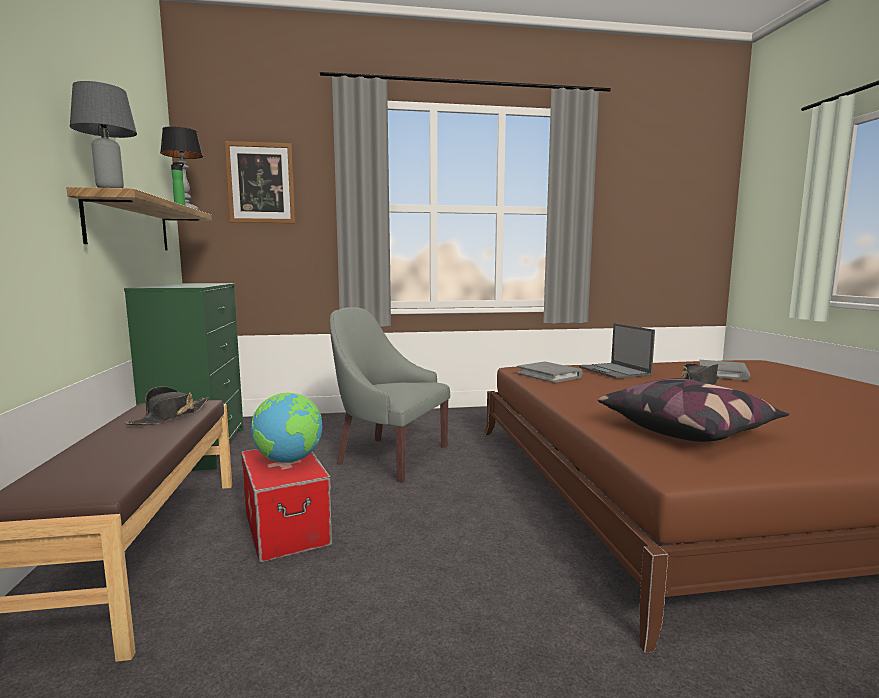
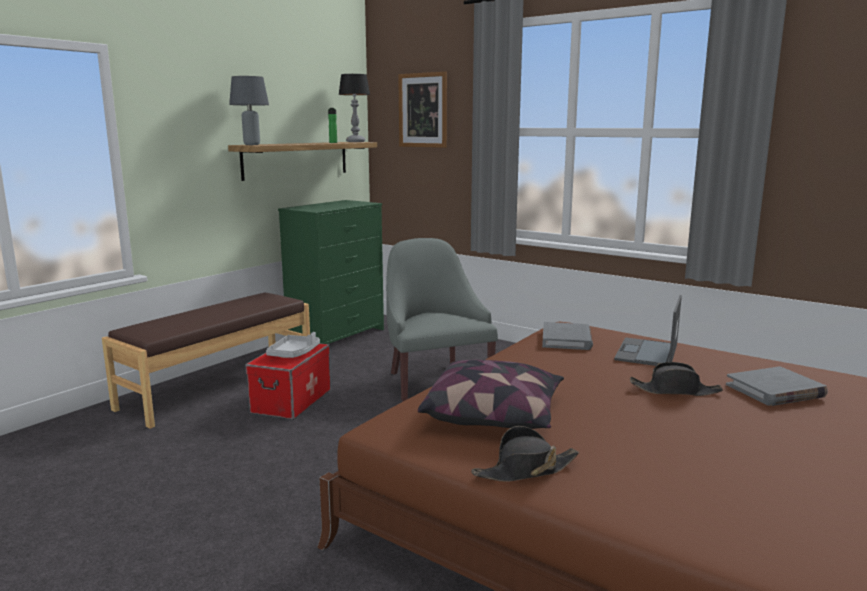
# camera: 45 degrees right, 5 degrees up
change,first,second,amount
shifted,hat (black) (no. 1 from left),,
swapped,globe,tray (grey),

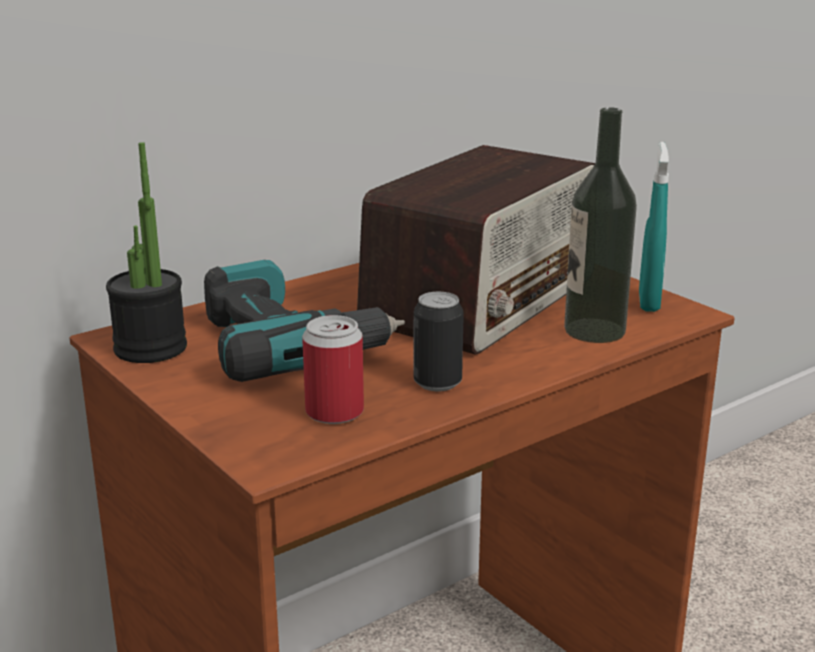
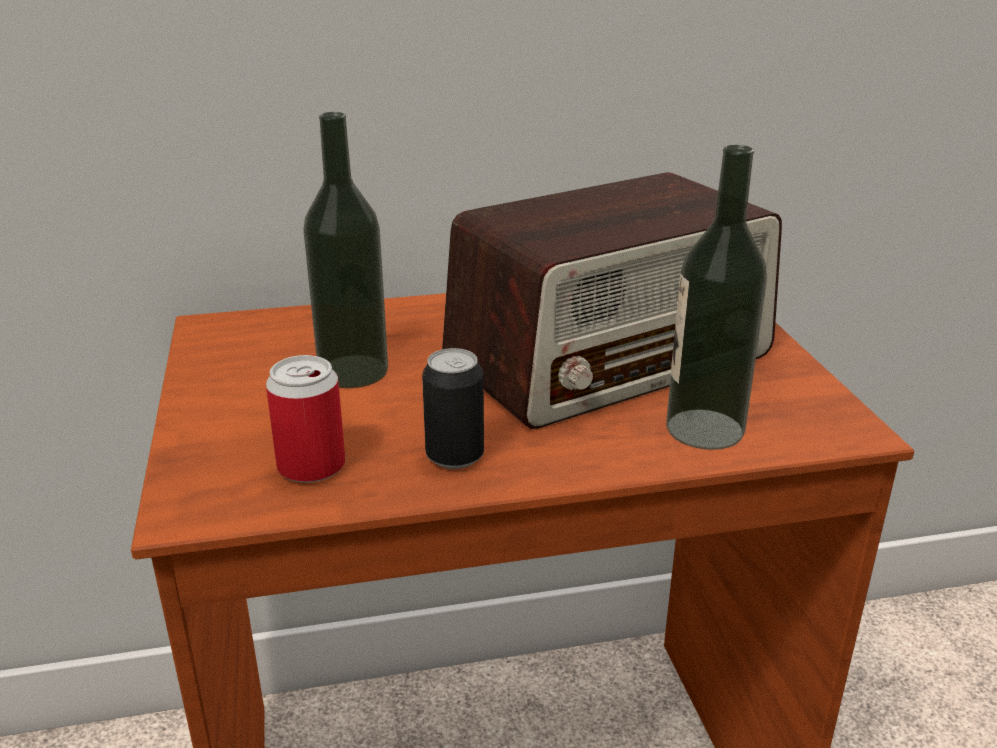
# camera: 25 degrees right, 5 degrees up
change,first,second,amount
gone,potted plant,,
gone,spray bottle (turquoise),,
swapped,power drill,bottle (no. 1 from left),

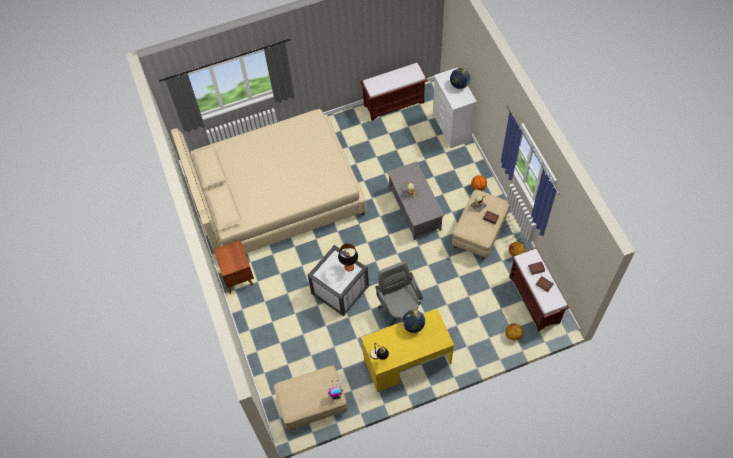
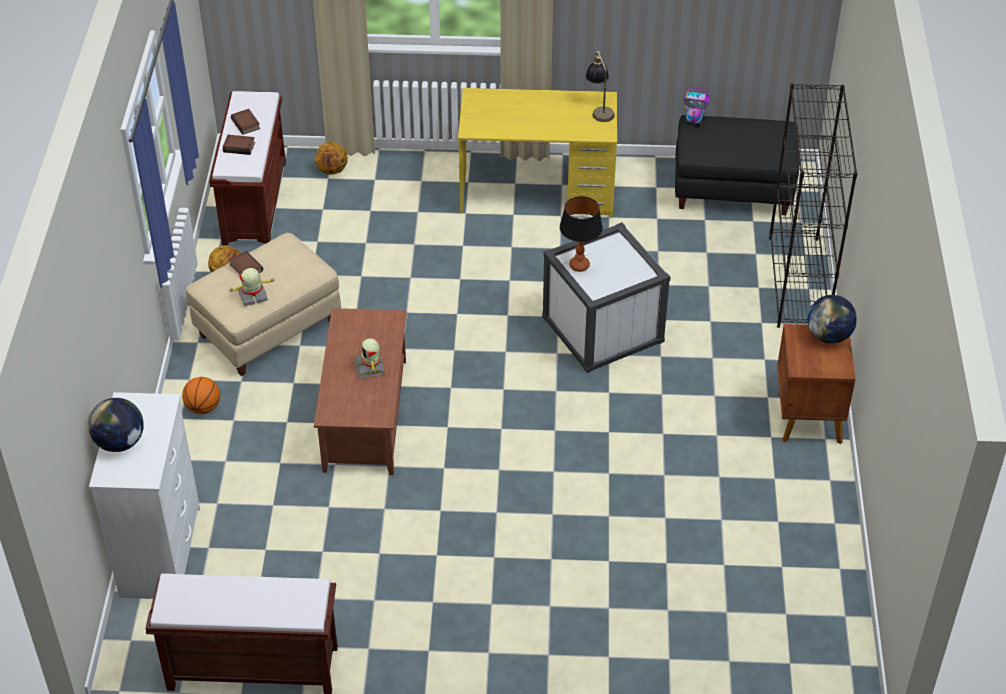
# camera: 160 degrees left, 15 degrees down
change,first,second,amount
gone,bed (beige),,
gone,office chair (grey),,
new,,bookcase (black),
shifted,globe (no. 1 from left in the first image),globe (no. 2 from left),
repainted,ottoman (beige) (no. 1 from left),ottoman (black),
repainted,coffee table (grey),coffee table (brown),

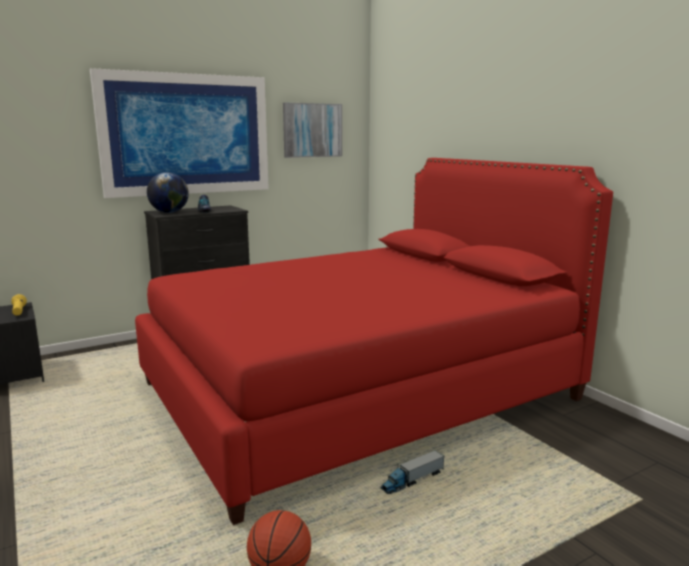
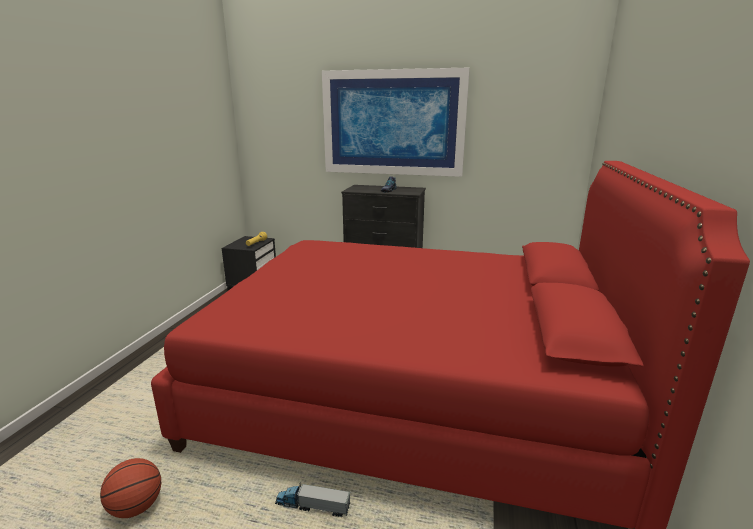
# camera: 45 degrees right, 5 degrees up
change,first,second,amount
gone,globe,,
gone,picture (no. 2 from left),,

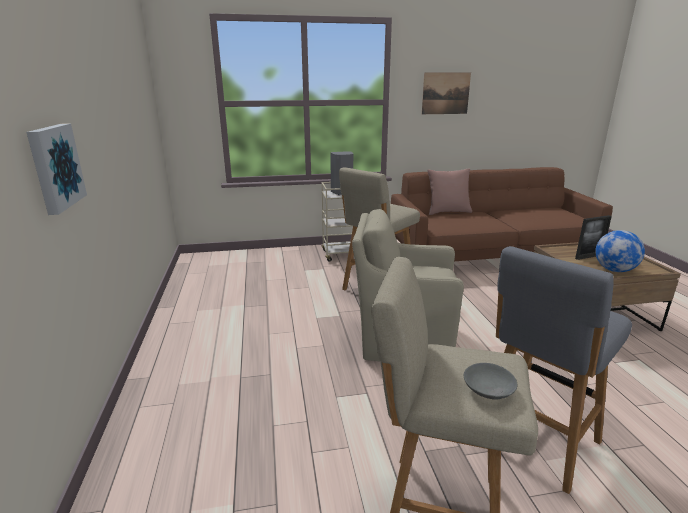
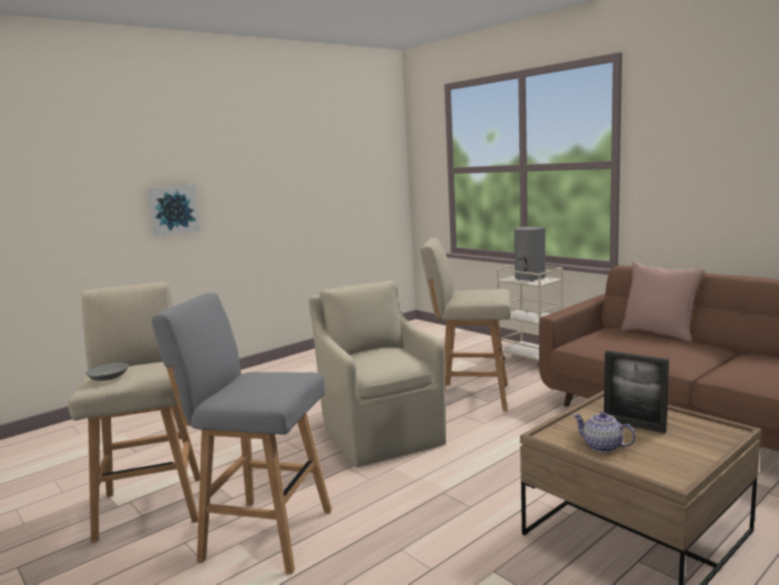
# camera: 60 degrees right, 10 degrees down
change,first,second,amount
gone,picture (no. 2 from left),,
swapped,globe,teapot,

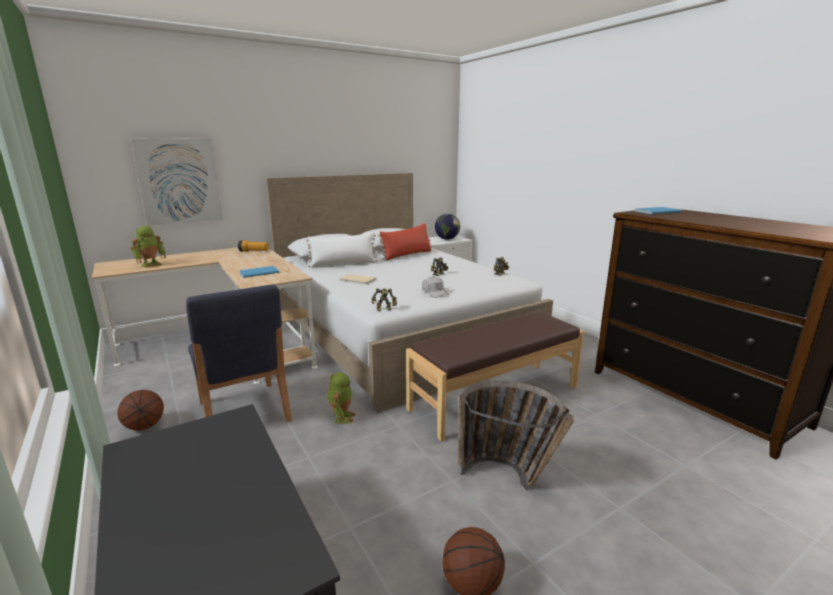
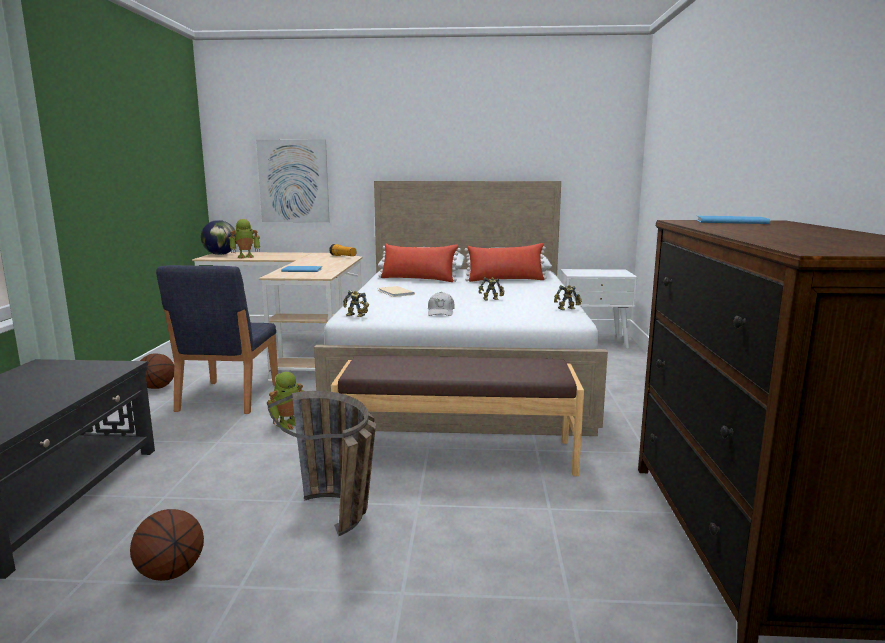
# camera: 35 degrees right, 5 degrees down
change,first,second,amount
shifted,globe,,
repainted,pillow (white),pillow (red) (no. 1 from left),

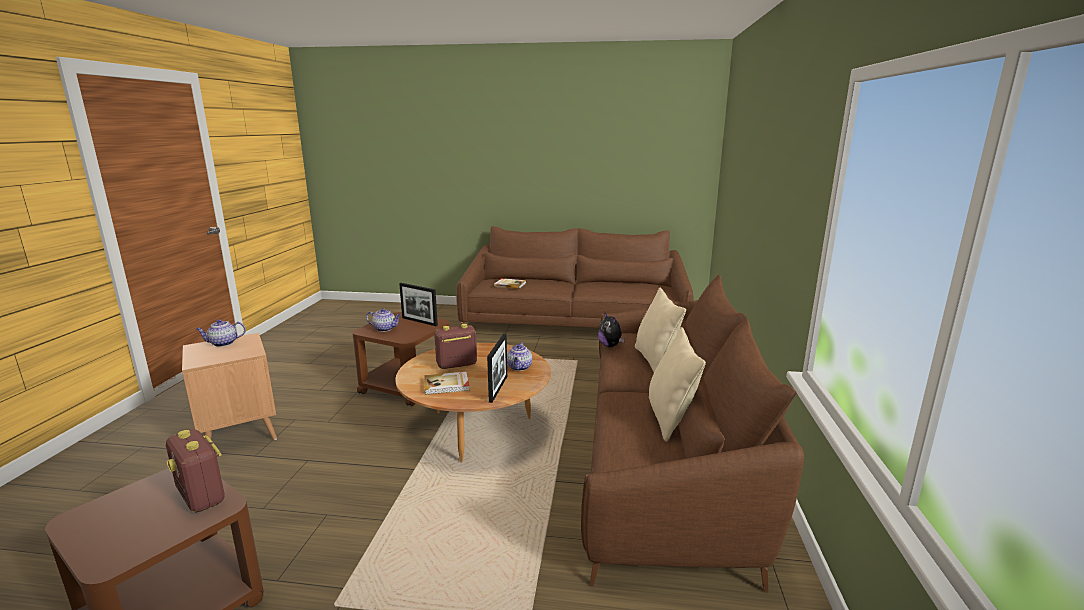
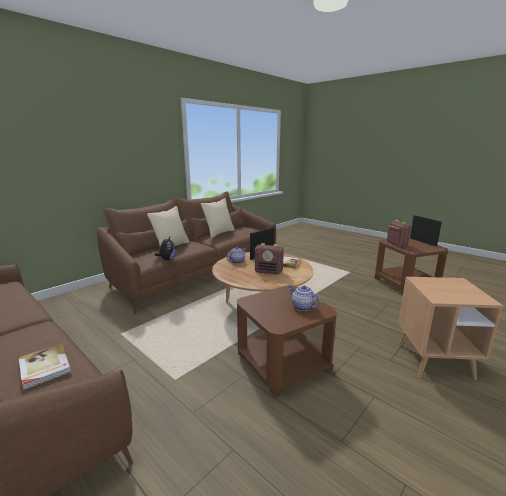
# camera: 145 degrees left, 0 degrees up
change,first,second,amount
gone,teapot (no. 1 from left),,
shifted,picture frame (no. 1 from left in the first image),picture frame (no. 2 from left),

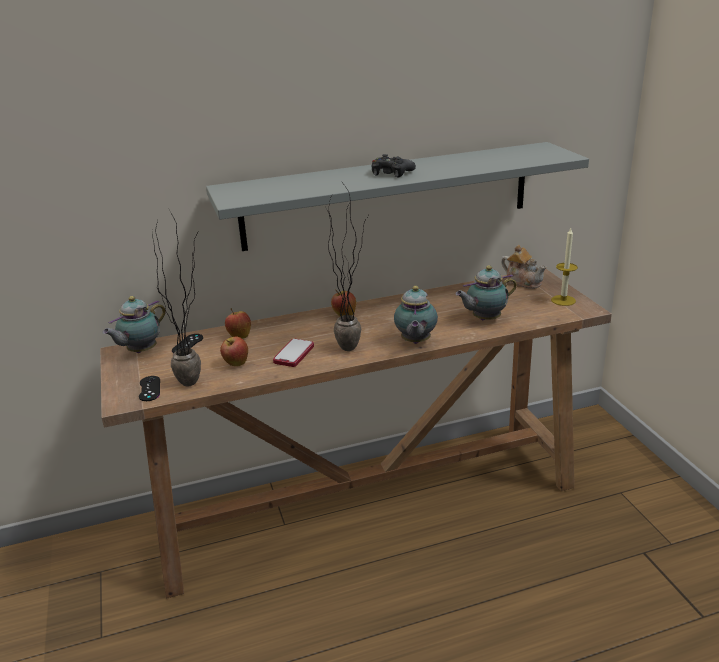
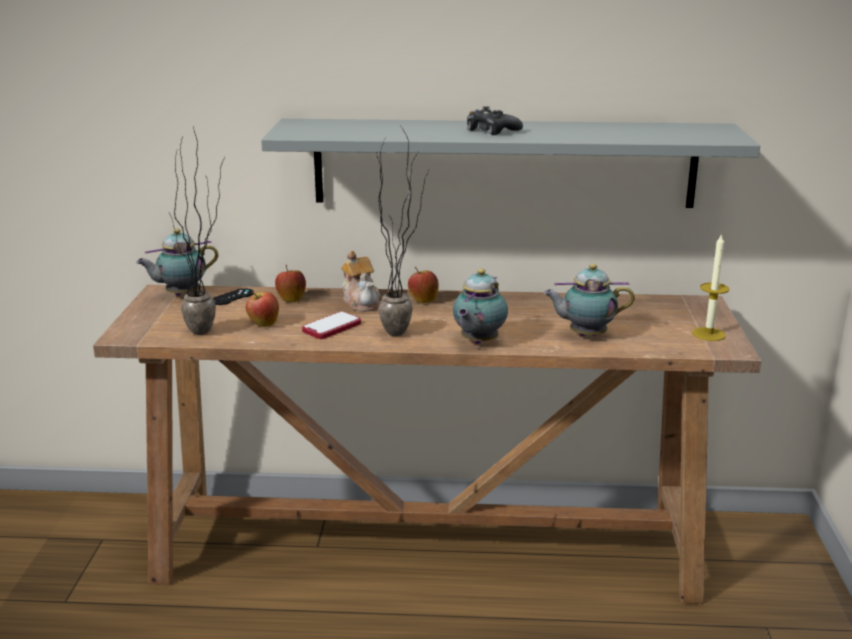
# camera: 20 degrees right, 5 degrees down
change,first,second,amount
gone,game controller (black) (no. 1 from left),,
shifted,teapot (no. 4 from left in the first image),teapot (no. 2 from left),

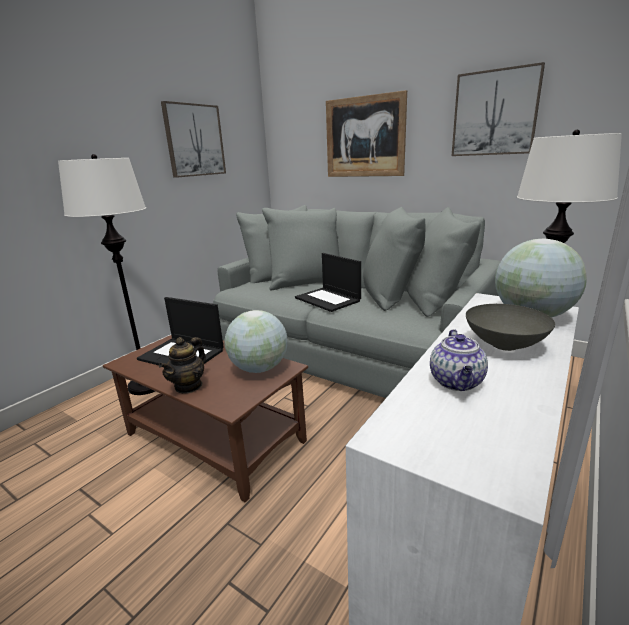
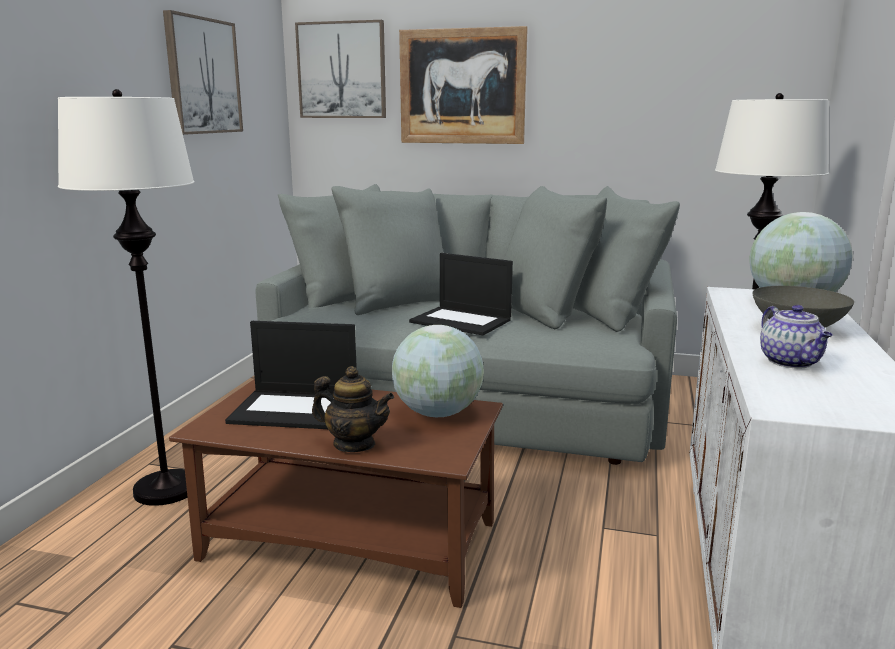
# camera: 20 degrees left, 5 degrees down
change,first,second,amount
shifted,picture (no. 3 from left in the first image),picture (no. 2 from left),
rotated,teapot (no. 1 from left),,75 degrees counterclockwise

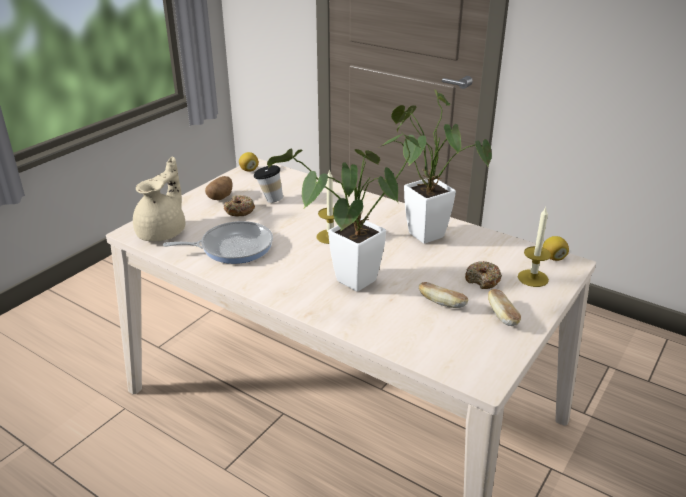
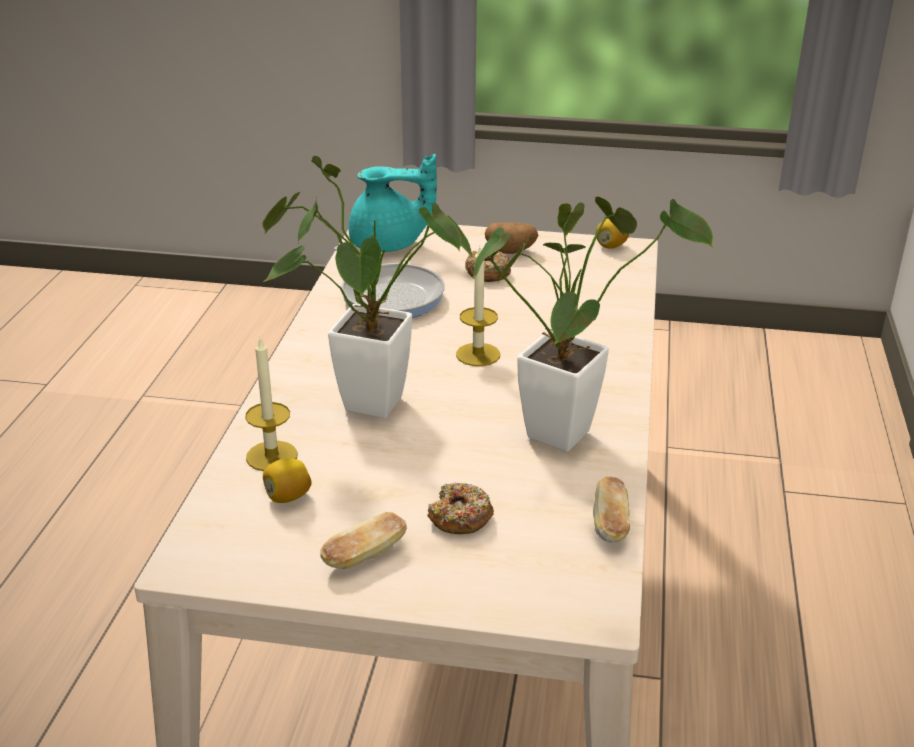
# camera: 65 degrees right, 0 degrees up
change,first,second,amount
gone,cup,,
shifted,bread (no. 1 from left in the first image),bread (no. 2 from left),
shifted,candle (no. 2 from left in the first image),candle (no. 1 from left),
shifted,lemon (no. 2 from left in the first image),lemon (no. 1 from left),
repainted,teapot (beige),teapot (turquoise),

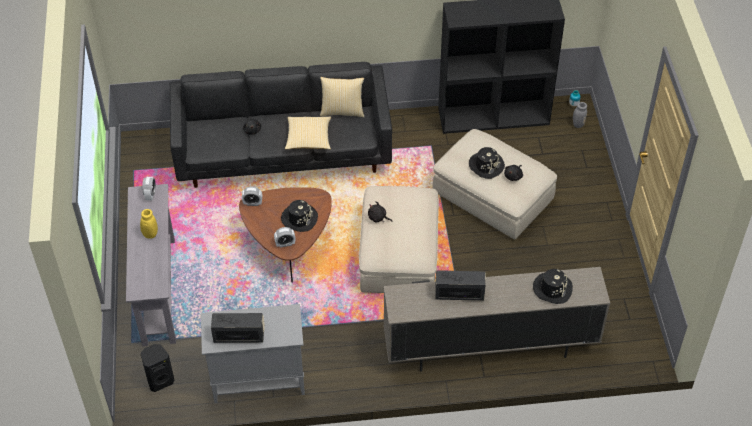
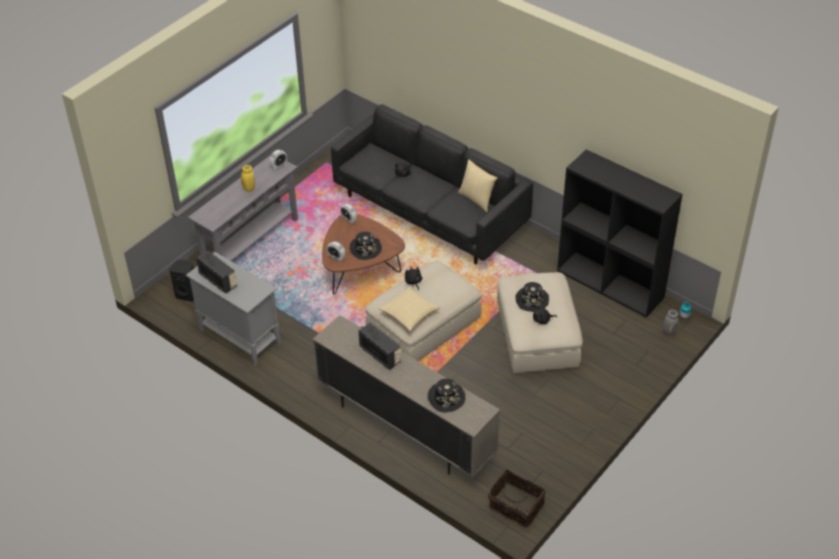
# camera: 45 degrees right, 5 degrees down
change,first,second,amount
new,,basket,
shifted,pillow (no. 1 from left),,

